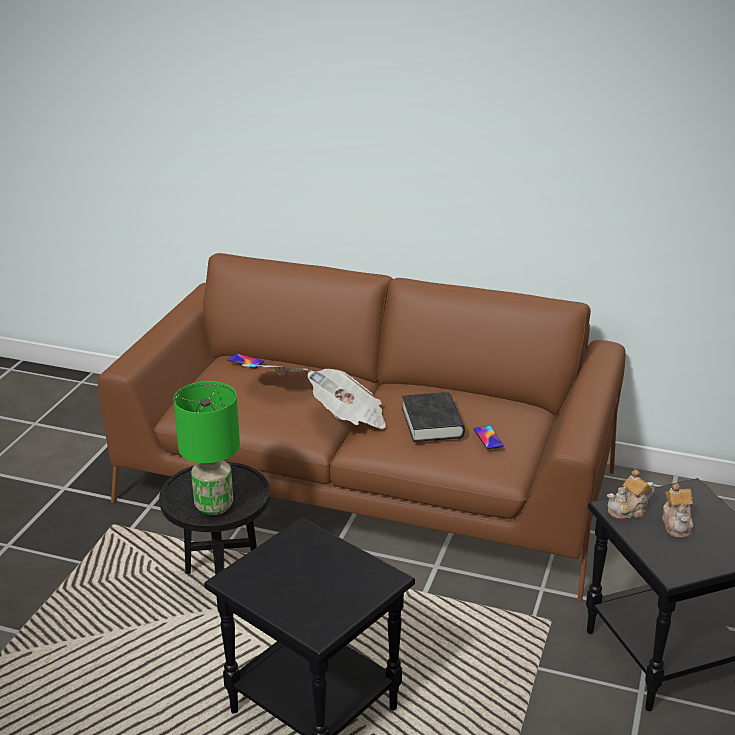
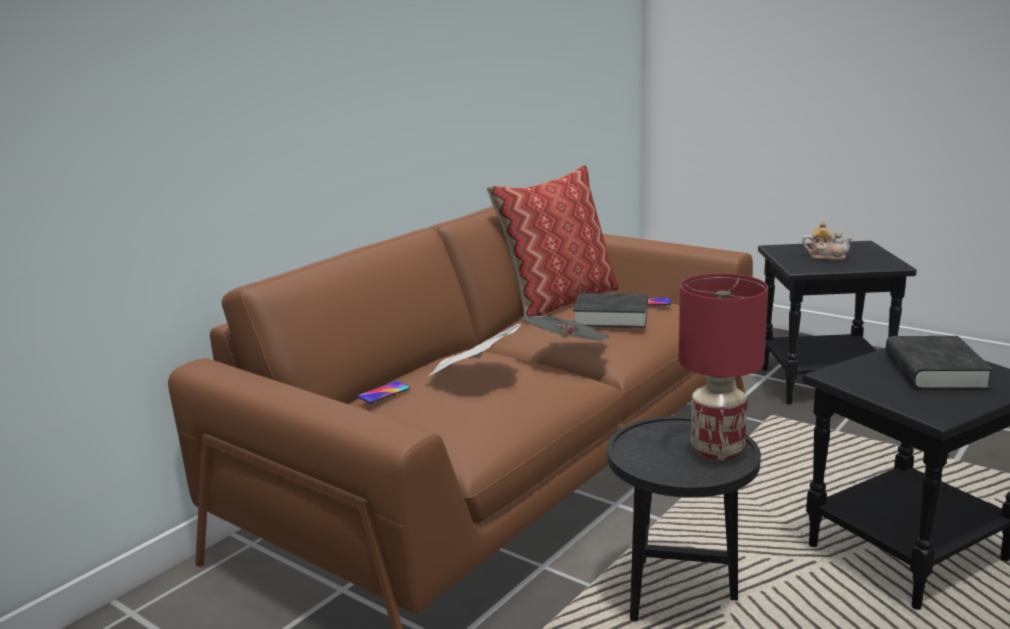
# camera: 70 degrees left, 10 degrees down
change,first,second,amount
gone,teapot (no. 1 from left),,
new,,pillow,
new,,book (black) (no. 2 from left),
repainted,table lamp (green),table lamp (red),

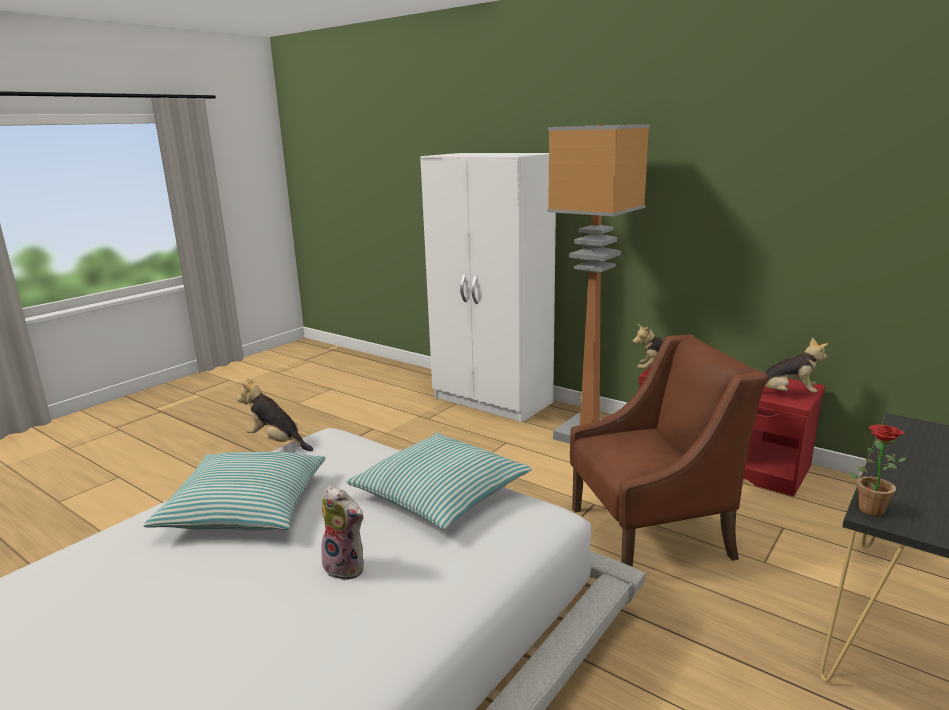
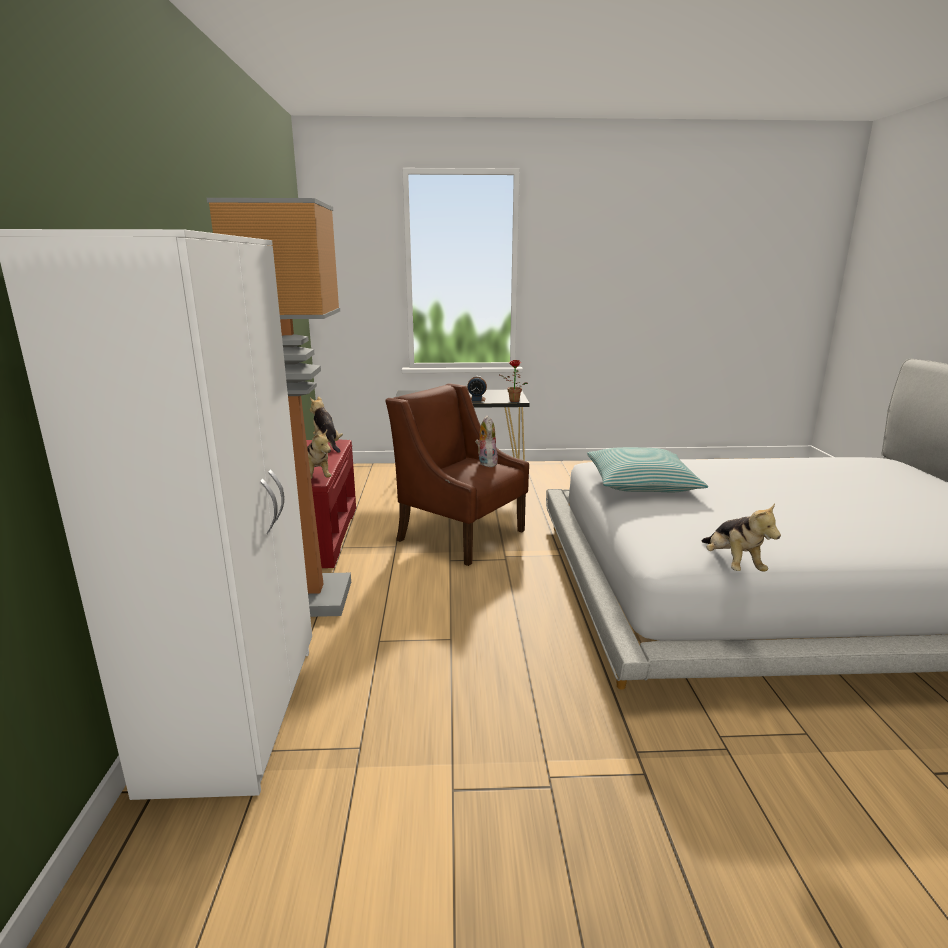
# camera: 130 degrees left, 0 degrees up
change,first,second,amount
gone,pillow (no. 1 from left),,
new,,alarm clock,
shifted,plush toy (no. 2 from left in the first image),plush toy (no. 3 from left),

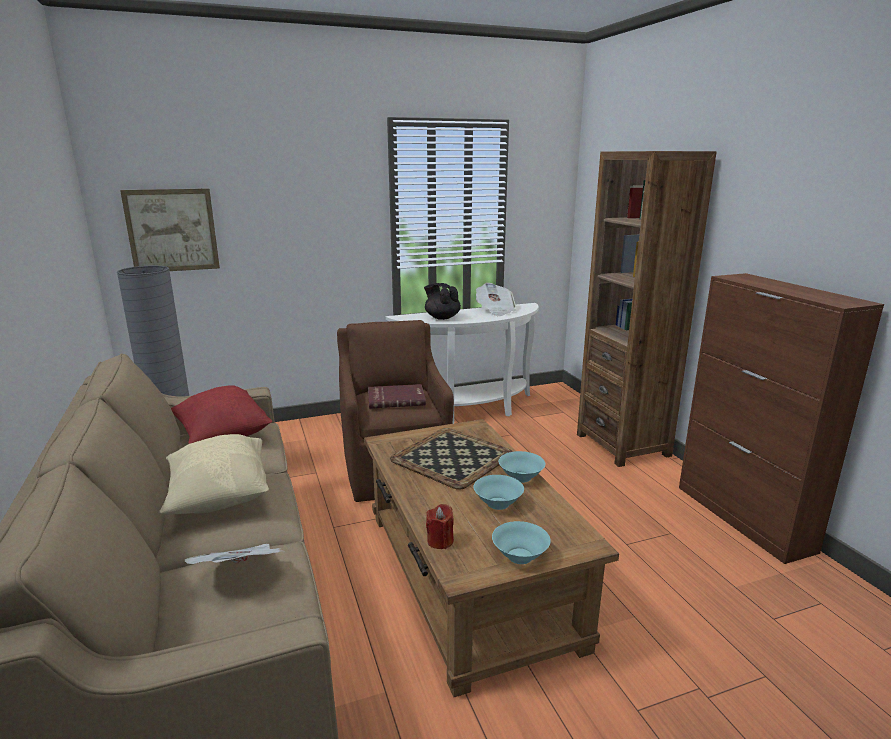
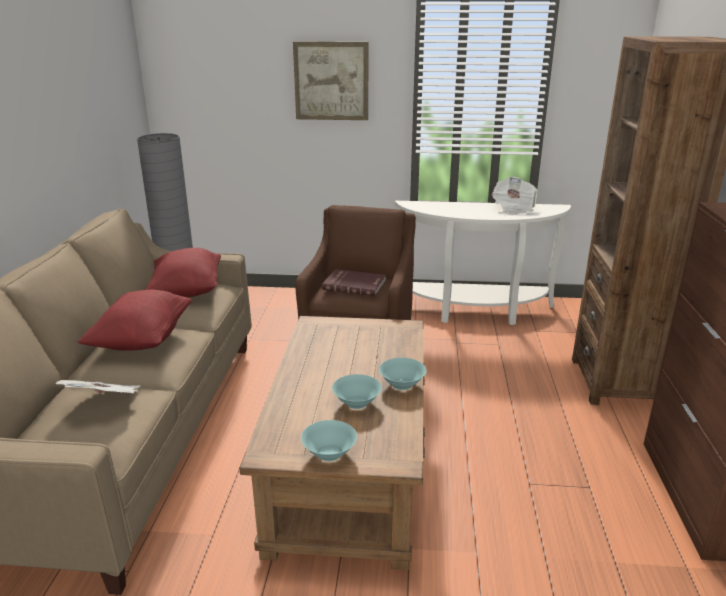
# camera: 25 degrees right, 5 degrees up
change,first,second,amount
gone,tray,,
gone,teapot (black),,
gone,candle (red),,
shifted,picture,,
repainted,pillow (beige),pillow (red) (no. 1 from left),

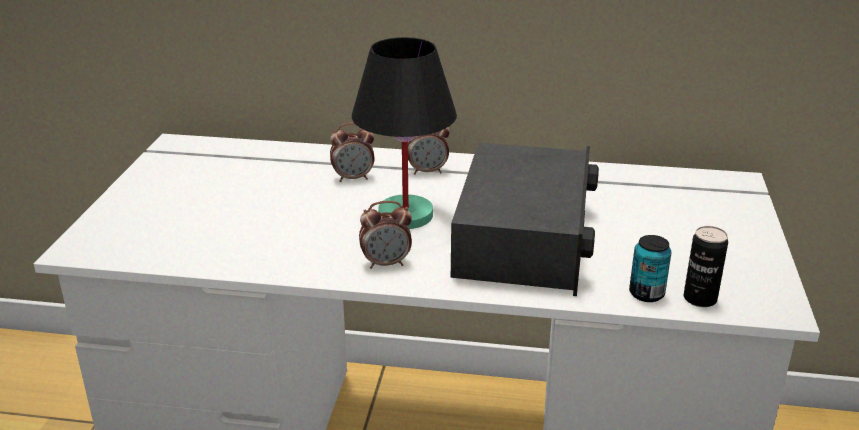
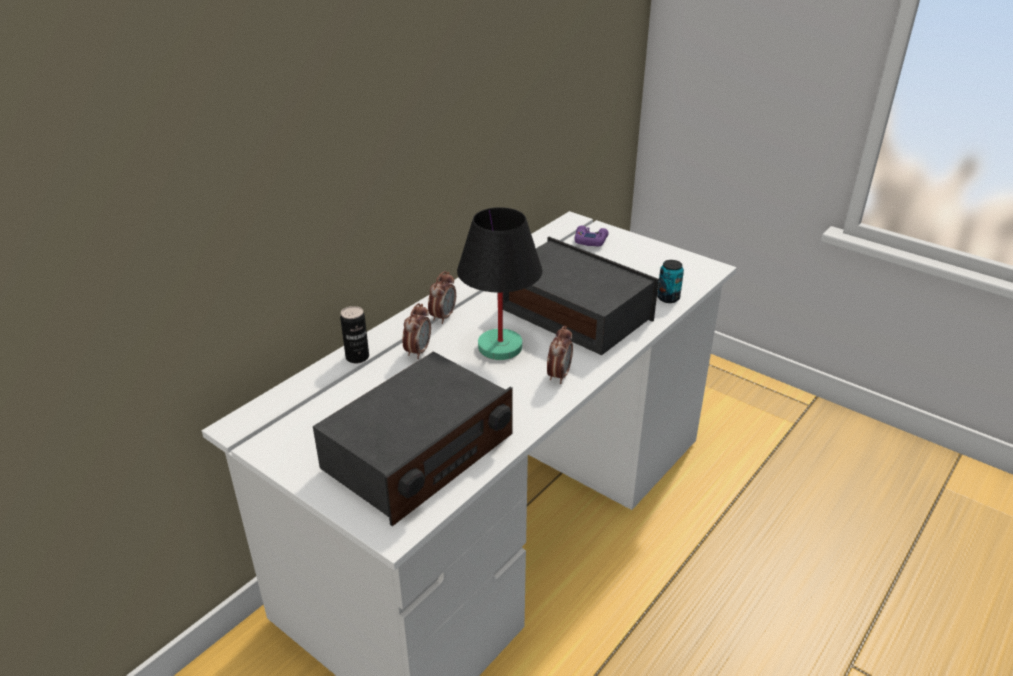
# camera: 60 degrees left, 5 degrees up
change,first,second,amount
new,,radio (no. 1 from left),
new,,game controller (purple),
shifted,can (no. 2 from left in the first image),can (no. 1 from left),

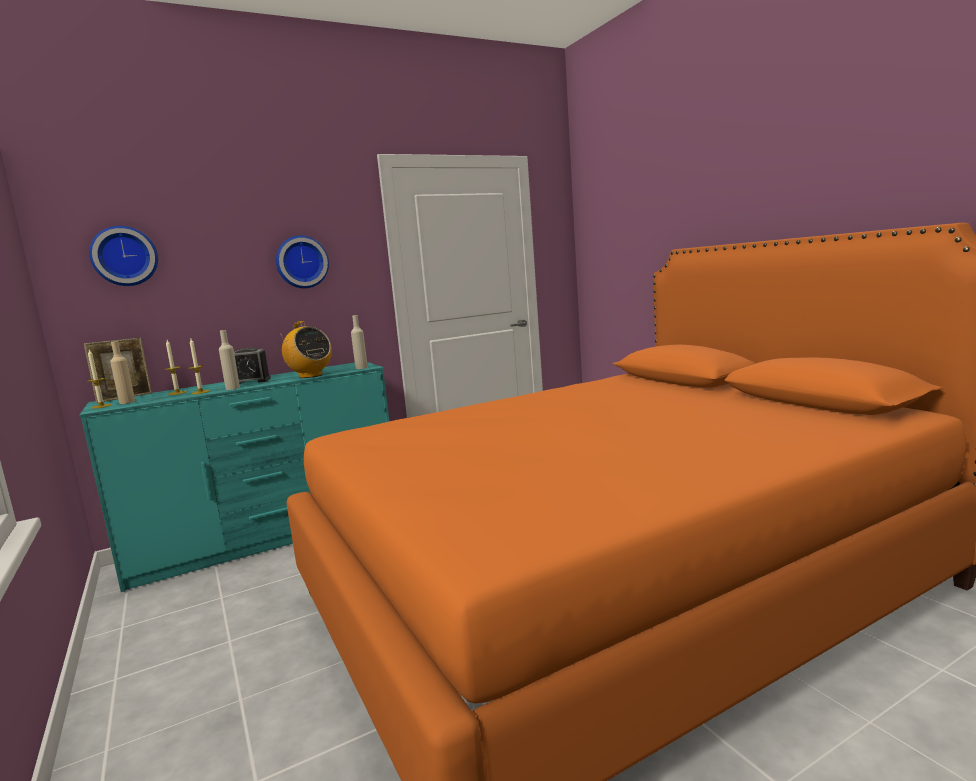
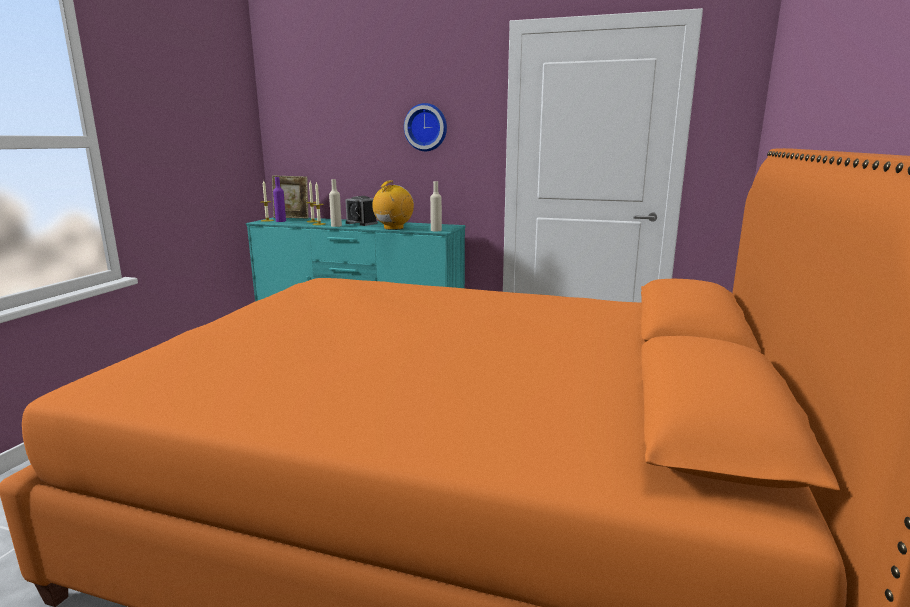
# camera: 45 degrees right, 5 degrees up
change,first,second,amount
gone,wall clock (no. 1 from left),,
repainted,bottle (beige) (no. 1 from left),bottle (purple),
rotated,radio,,150 degrees counterclockwise

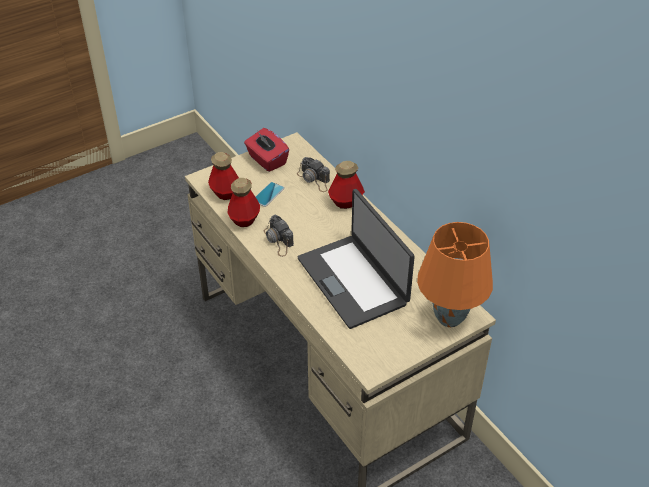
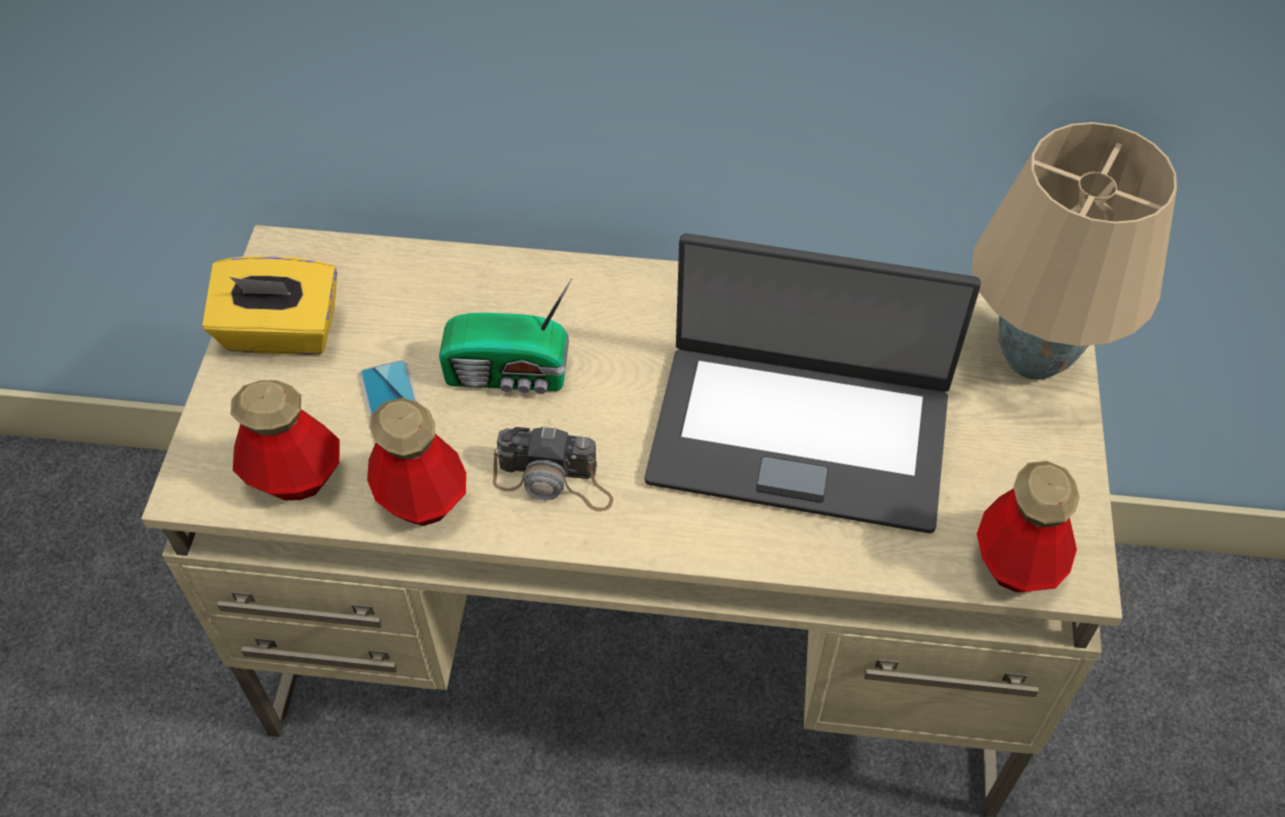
# camera: 50 degrees left, 10 degrees up
change,first,second,amount
gone,photo camera (no. 2 from left),,
new,,radio,
shifted,bottle (no. 3 from left),,
repainted,tissue box (red),tissue box (yellow),
repainted,table lamp (orange),table lamp (beige),

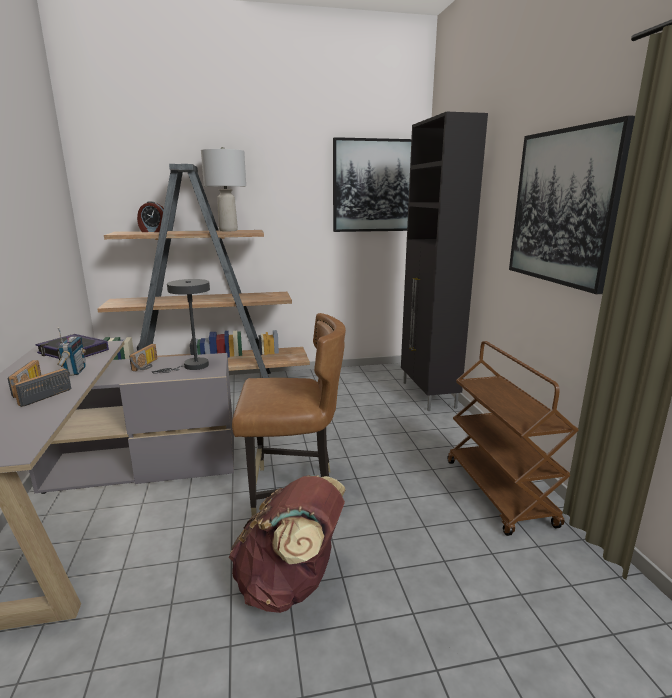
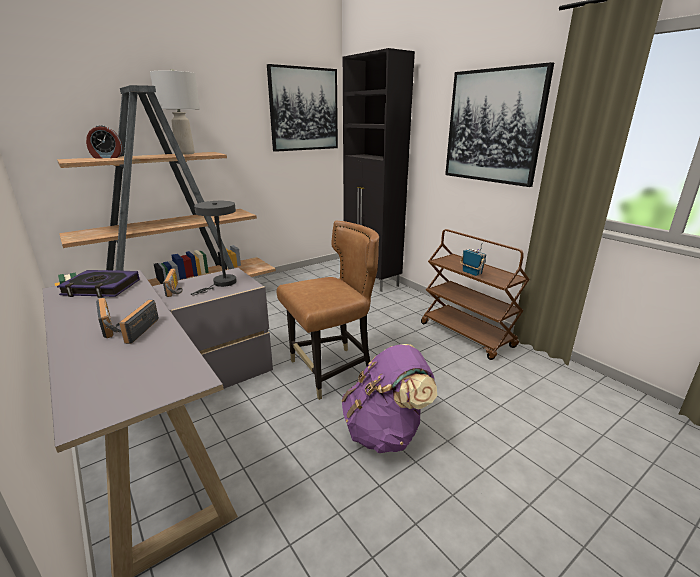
# camera: 25 degrees left, 5 degrees up
change,first,second,amount
shifted,radio (no. 3 from left in the first image),radio (no. 4 from left),
repainted,backpack (brown),backpack (purple),

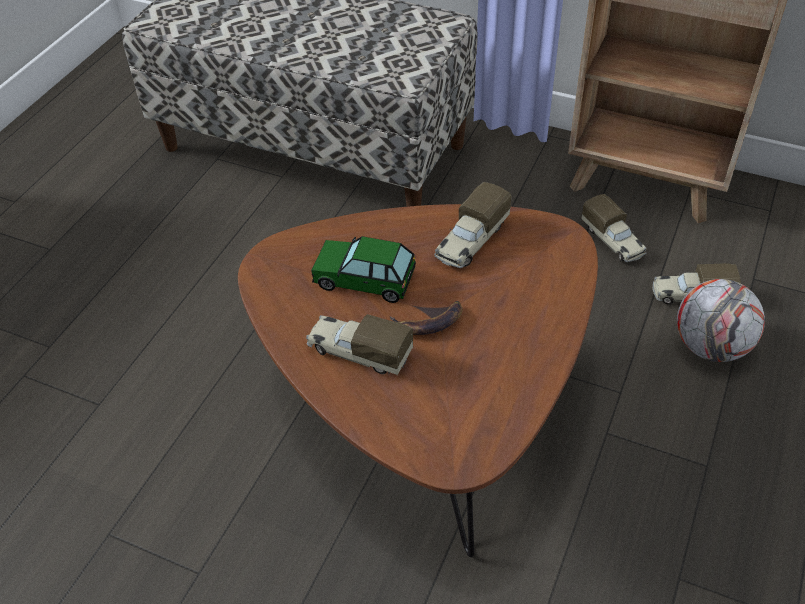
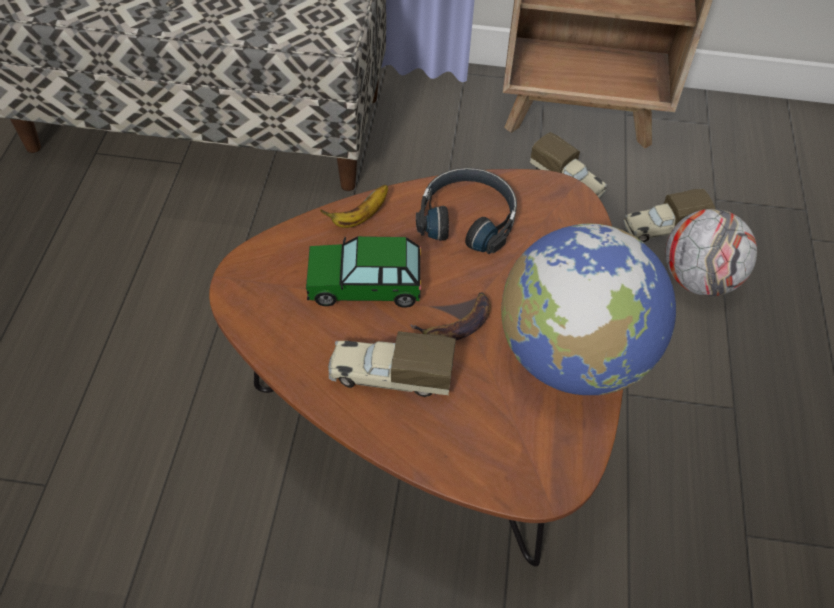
# camera: 20 degrees left, 5 degrees up
change,first,second,amount
new,,banana (no. 1 from left),
new,,globe,
swapped,toy truck (no. 2 from left),headphones (black),

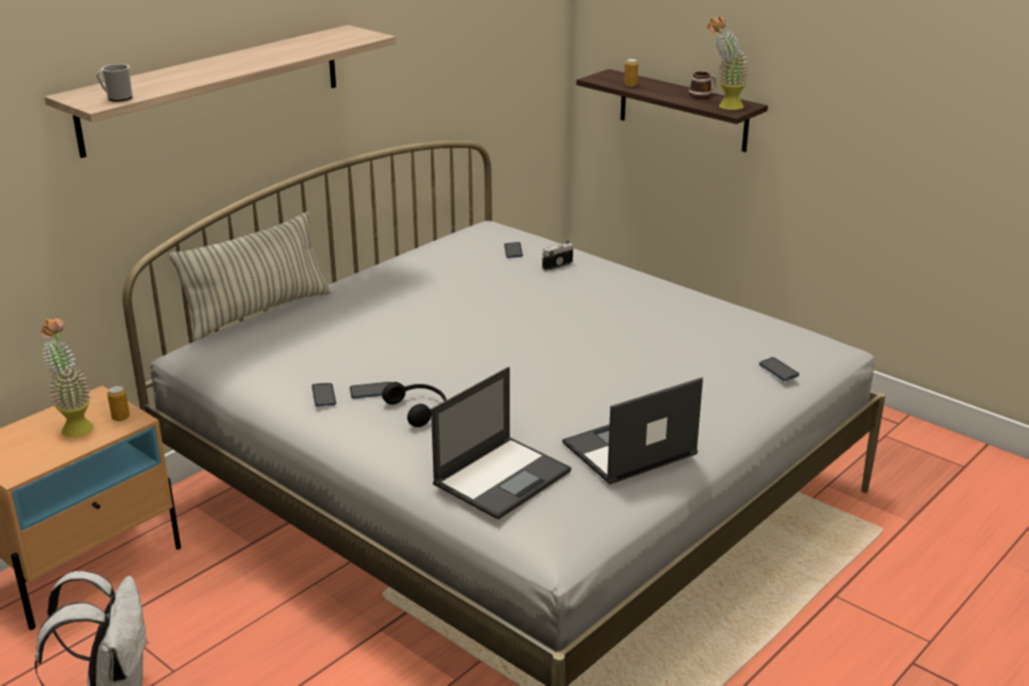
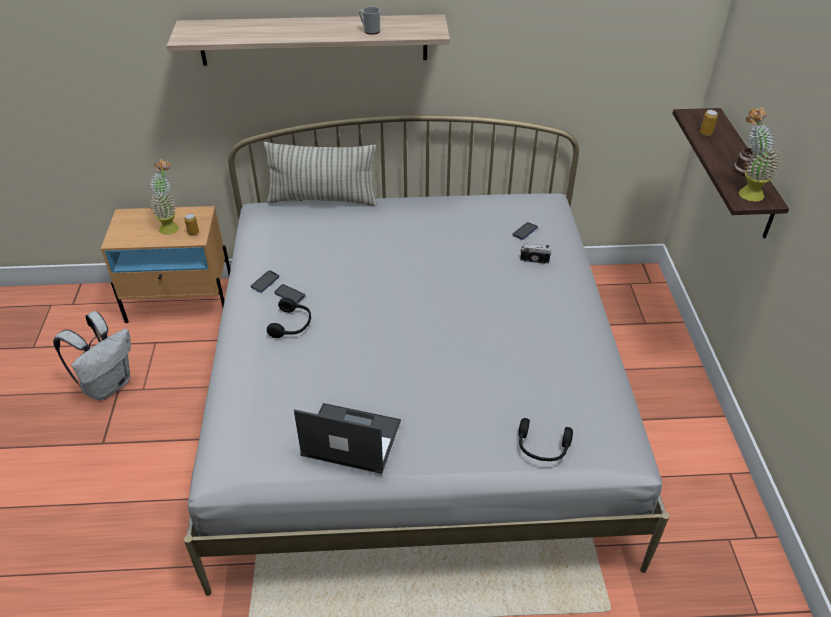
# camera: 45 degrees right, 15 degrees up
change,first,second,amount
gone,laptop (no. 1 from left),,
shifted,mug (no. 1 from left),,
swapped,phone (no. 4 from left),headphones (black) (no. 2 from left),

